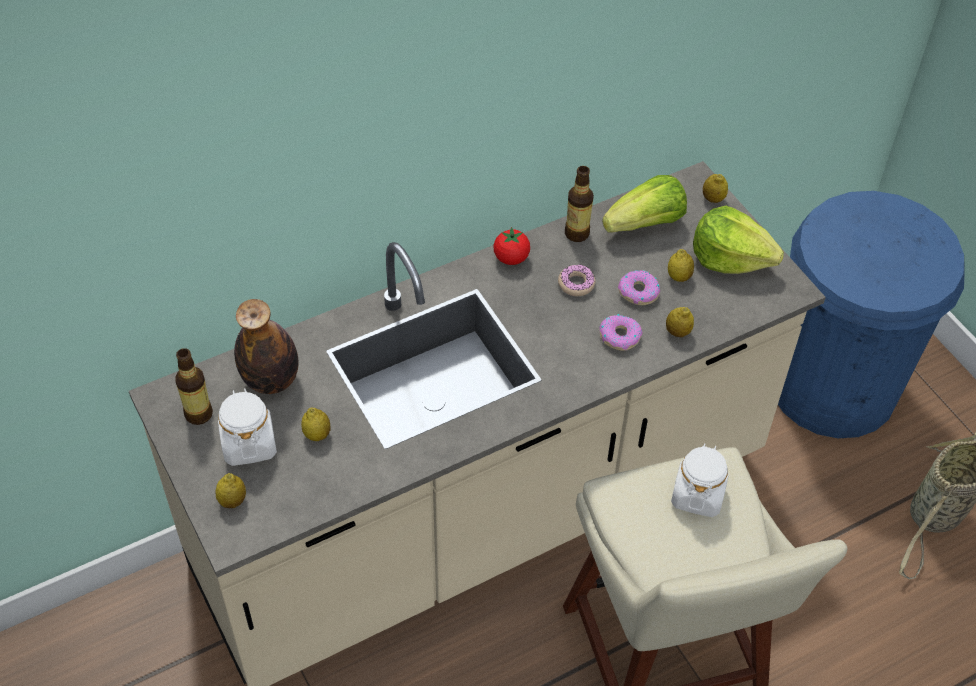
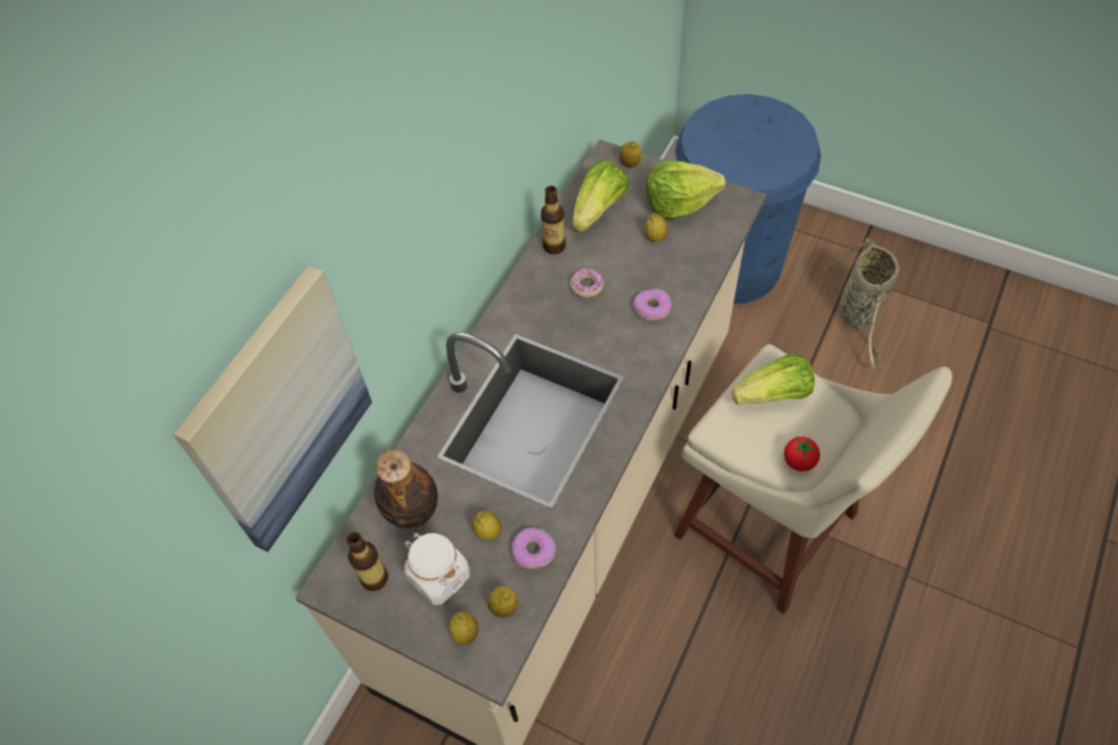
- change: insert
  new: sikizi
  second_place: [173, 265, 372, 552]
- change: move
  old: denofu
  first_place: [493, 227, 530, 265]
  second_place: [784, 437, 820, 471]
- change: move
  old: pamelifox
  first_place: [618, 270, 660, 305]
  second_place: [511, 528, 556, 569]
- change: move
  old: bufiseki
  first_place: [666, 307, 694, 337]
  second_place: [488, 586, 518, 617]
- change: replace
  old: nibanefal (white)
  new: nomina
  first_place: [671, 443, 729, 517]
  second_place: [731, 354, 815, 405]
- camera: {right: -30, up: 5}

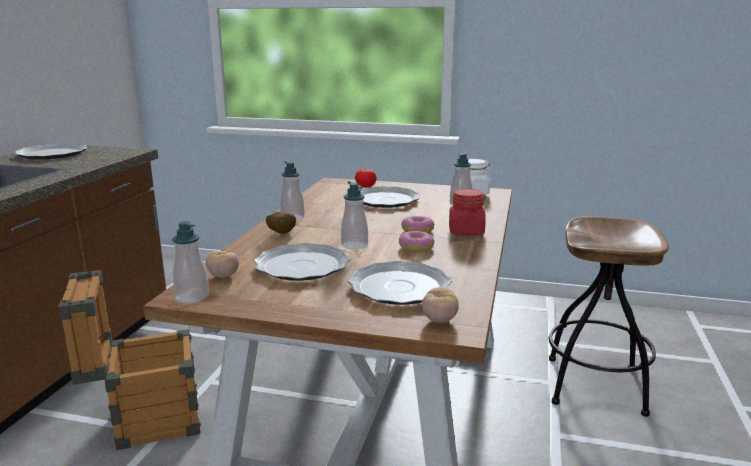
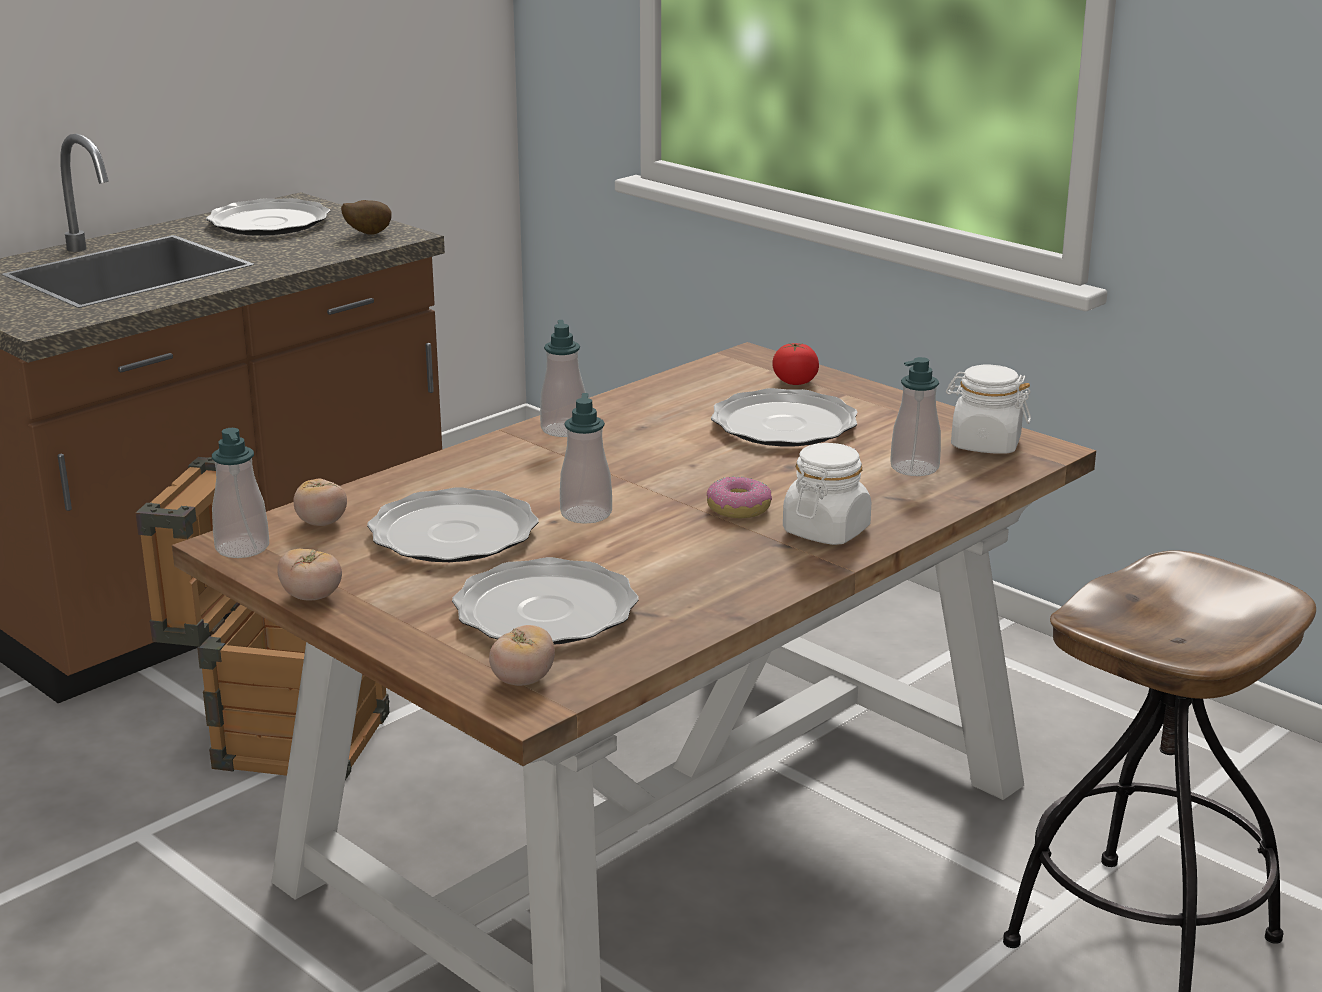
- change: delete
  old: pamelifox
  first_place: [399, 231, 435, 252]
- change: insert
  new: denofu
  second_place: [277, 549, 342, 600]
- change: move
  old: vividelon
  first_place: [266, 211, 296, 234]
  second_place: [341, 200, 392, 235]
- change: recolor
  old: nibanefal (red)
  new: nibanefal (white)
  first_place: [449, 189, 486, 235]
  second_place: [783, 443, 871, 545]
- camera: {right: 30, up: 5}

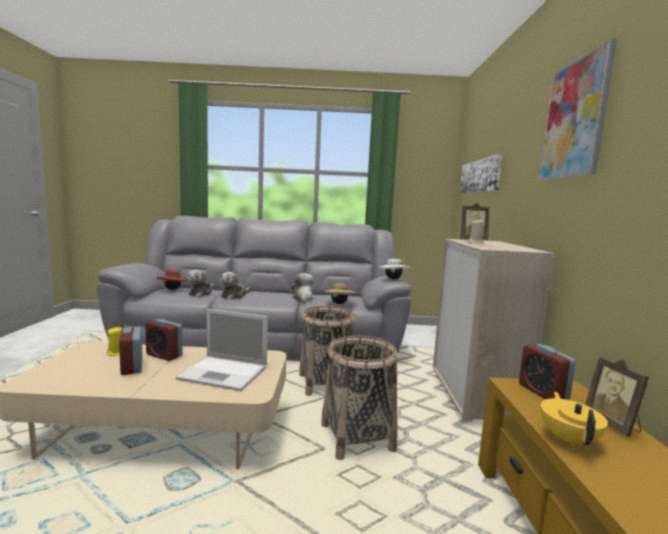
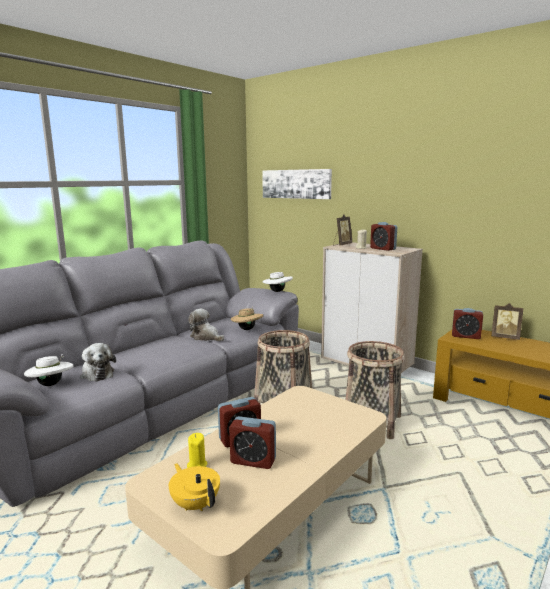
- change: delete
  old: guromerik
  first_place: [175, 309, 268, 391]
- change: delete
  old: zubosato
  first_place: [220, 272, 251, 299]
- change: delete
  old: sikizi
  first_place: [539, 38, 617, 181]
- change: insert
  new: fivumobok
  second_place: [370, 222, 397, 251]
- change: move
  old: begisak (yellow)
  first_place: [540, 392, 608, 448]
  second_place: [169, 463, 220, 511]
- change: recolor
  old: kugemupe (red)
  new: kugemupe (white)
  first_place: [157, 270, 188, 290]
  second_place: [24, 355, 74, 386]
- camera: {right: -50, up: 5}

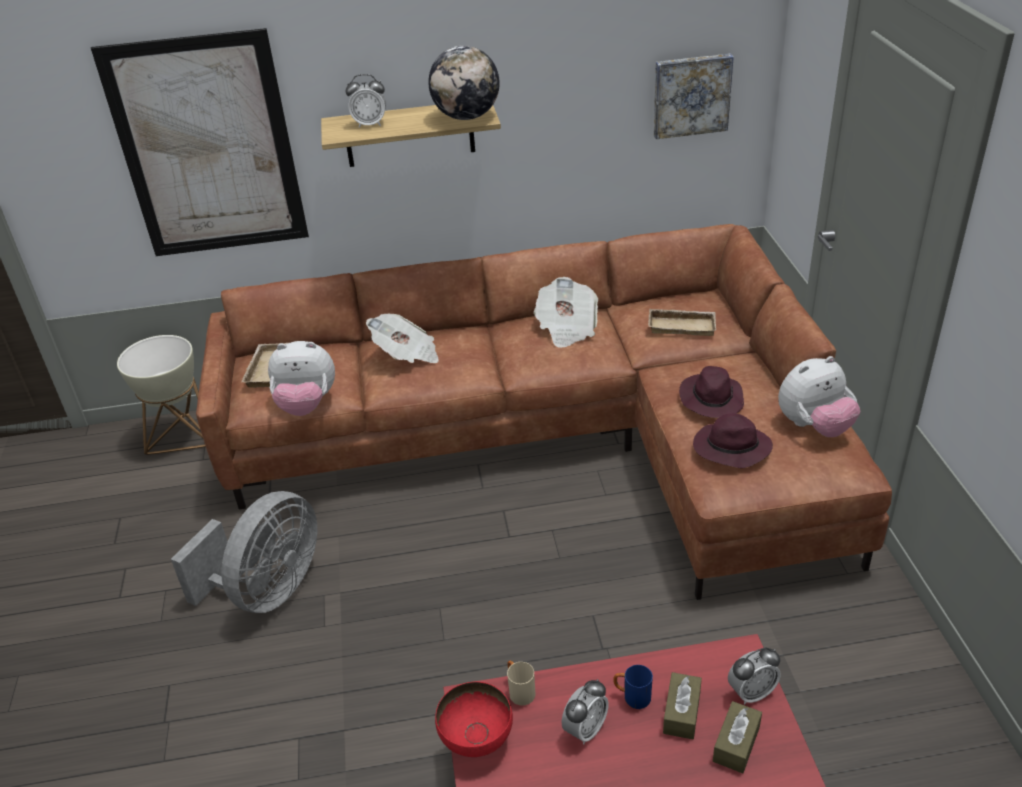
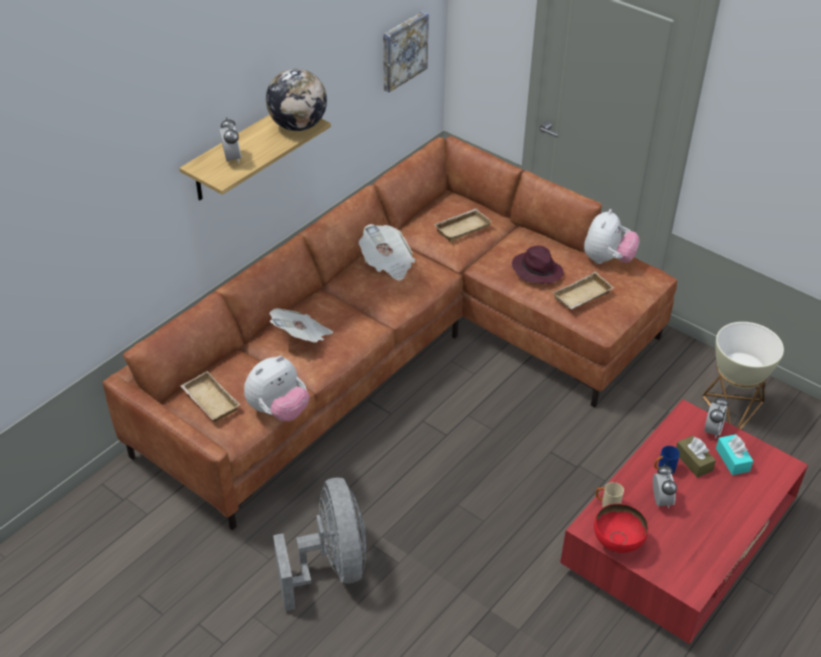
- change: delete
  old: sikizi
  first_place: [91, 28, 309, 256]
- change: move
  old: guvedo
  first_place: [117, 335, 206, 455]
  second_place: [703, 322, 784, 429]
- change: replace
  old: kugemupe (purple)
  new: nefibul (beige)
  first_place: [693, 413, 773, 468]
  second_place: [553, 271, 614, 310]
- change: recolor
  old: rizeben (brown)
  new: rizeben (turquoise)
  first_place: [713, 701, 762, 773]
  second_place: [716, 434, 753, 475]
- change: rotate
  old: fivumobok
  first_place: [346, 74, 386, 128]
  second_place: [219, 117, 242, 163]
  degrees: -60
- camera: {right: -45, up: 5}

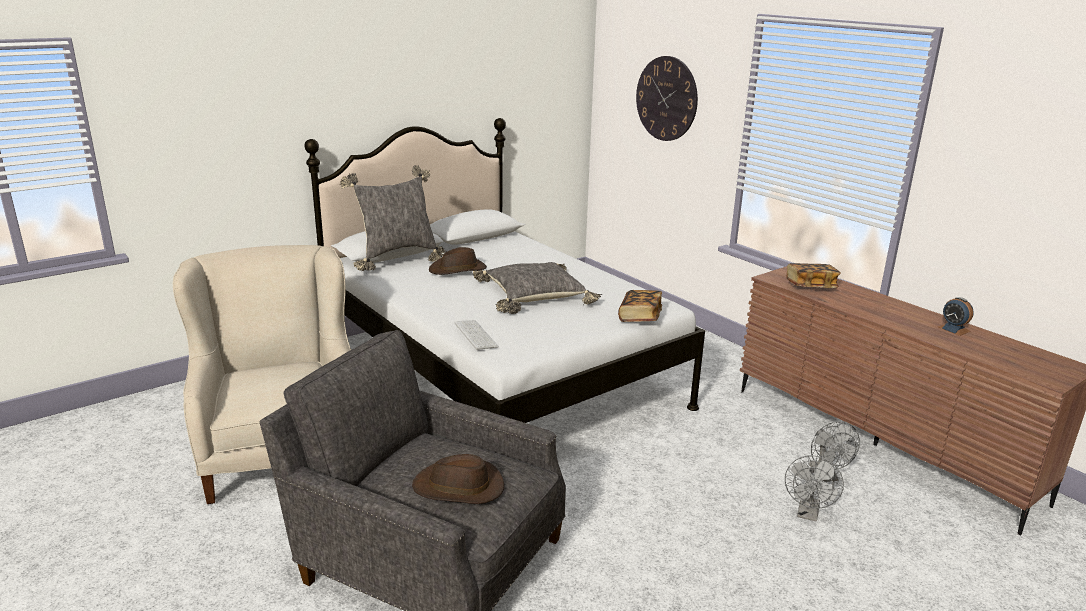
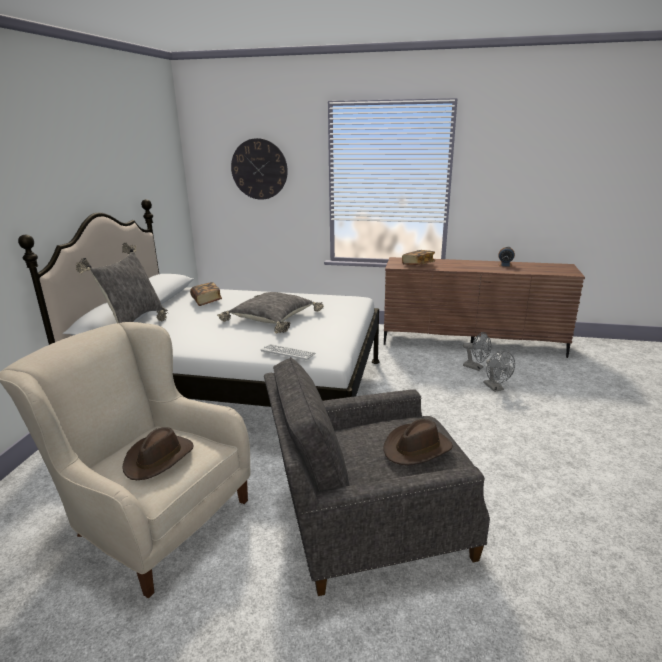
- change: move
  old: kugemupe (brown)
  first_place: [429, 247, 487, 275]
  second_place: [123, 427, 194, 480]
- change: move
  old: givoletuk
  first_place: [618, 290, 662, 322]
  second_place: [190, 282, 222, 306]
- camera: {right: -40, up: 0}

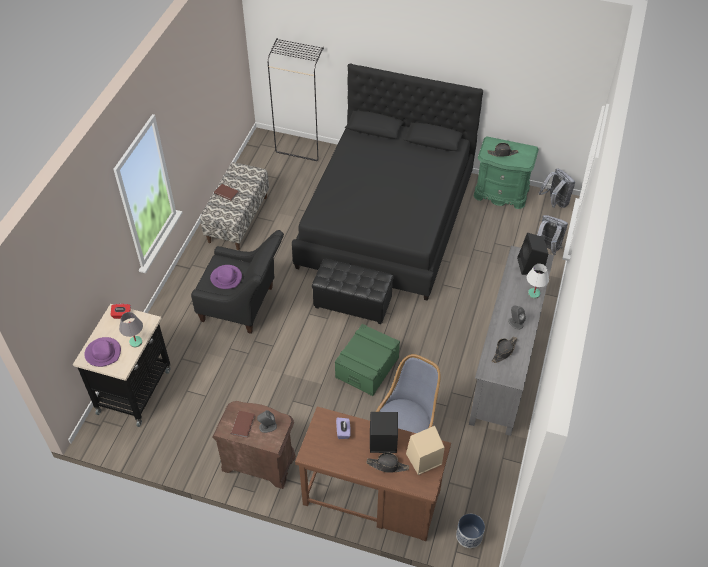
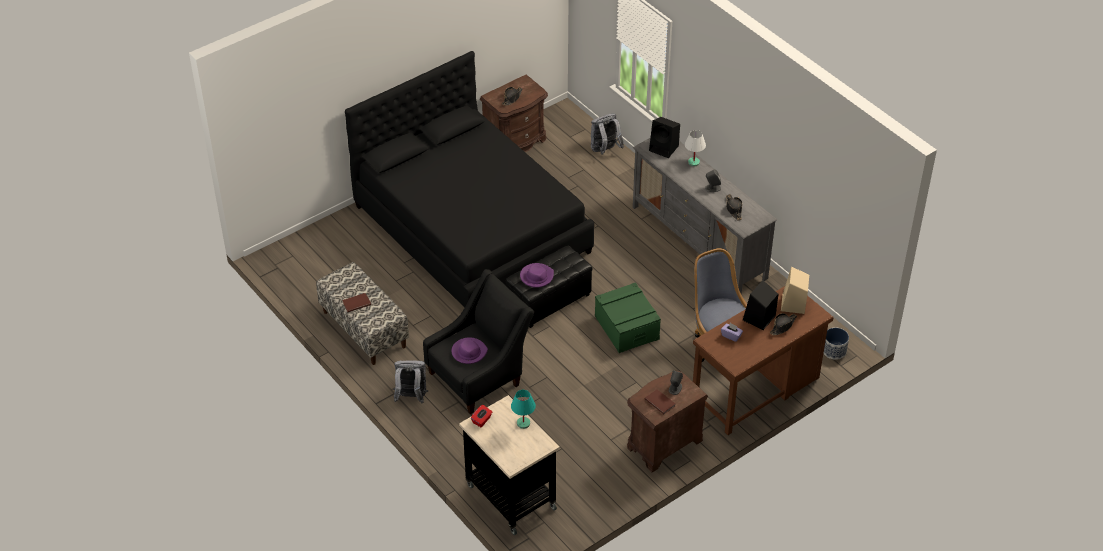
- change: delete
  old: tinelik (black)
  first_place: [268, 38, 324, 161]
- change: move
  old: kugemupe (purple)
  first_place: [84, 337, 121, 367]
  second_place: [520, 263, 554, 288]
- change: move
  old: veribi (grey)
  first_place: [539, 168, 575, 208]
  second_place: [393, 360, 428, 404]
- change: recolor
  old: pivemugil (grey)
  new: pivemugil (turquoise)
  first_place: [119, 312, 143, 347]
  second_place: [511, 390, 536, 429]
- change: recolor
  old: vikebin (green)
  new: vikebin (brown)
  first_place: [474, 136, 539, 209]
  second_place: [480, 74, 548, 152]
- camera: {right: -55, up: -5}

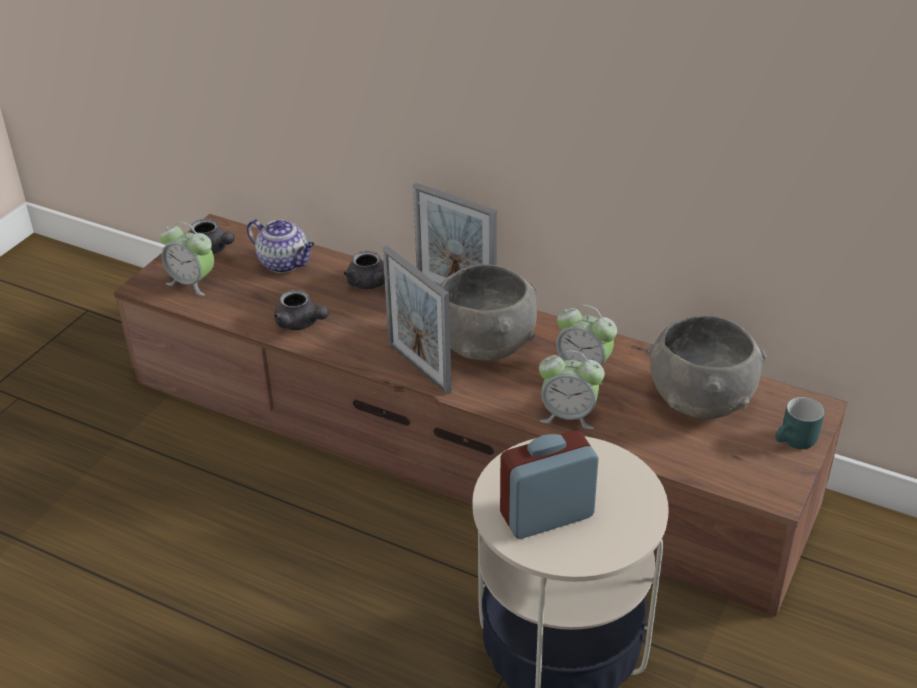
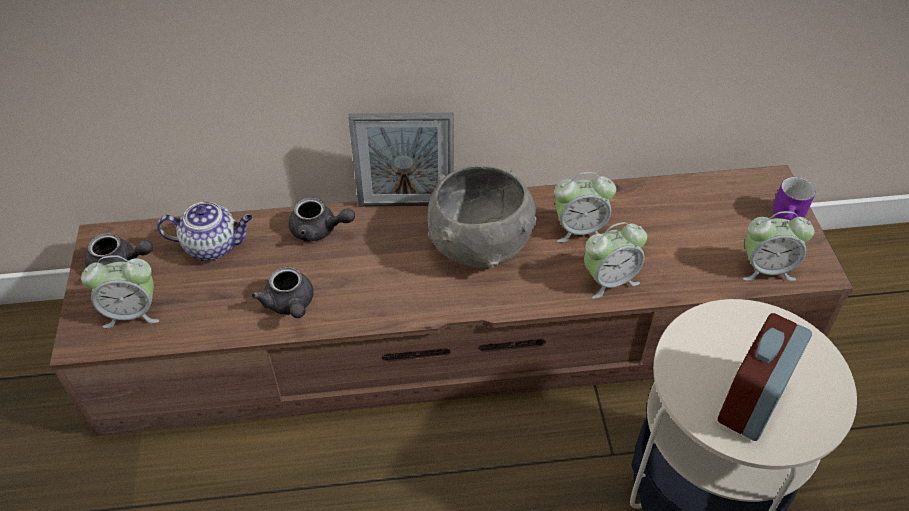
- change: delete
  old: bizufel
  first_place: [383, 246, 452, 394]
- change: delete
  old: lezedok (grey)
  first_place: [647, 315, 767, 419]
- change: insert
  new: fivumobok
  second_place: [743, 211, 815, 281]
- change: recolor
  old: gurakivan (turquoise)
  new: gurakivan (purple)
  first_place: [775, 397, 825, 449]
  second_place: [773, 177, 816, 221]
- change: rotate
  old: begisak (grey)
  first_place: [274, 290, 329, 330]
  second_place: [252, 267, 313, 318]
  degrees: 60
- camera: {right: -35, up: 10}

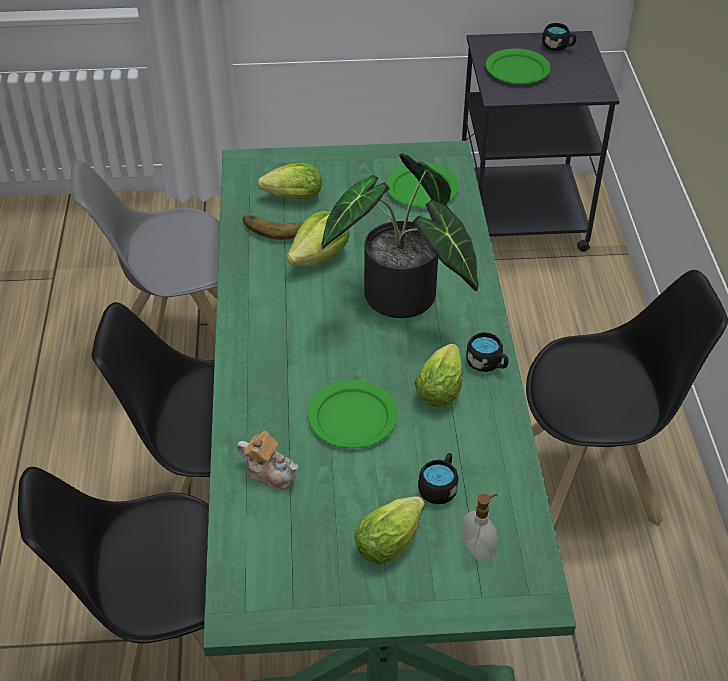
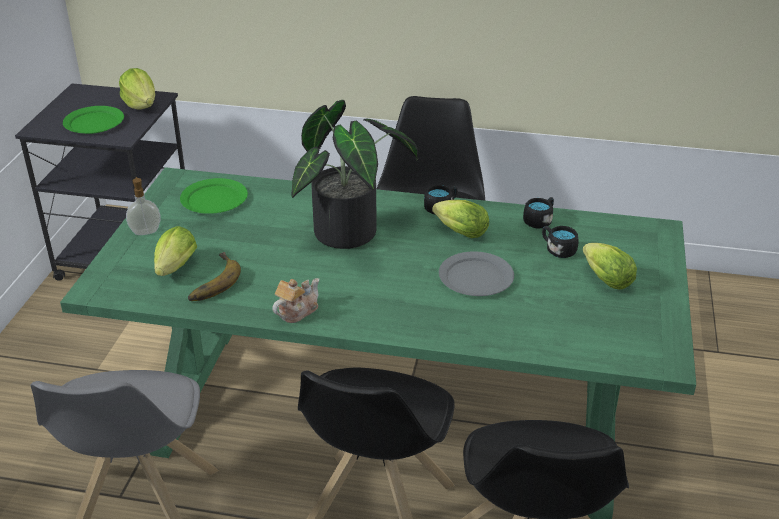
- change: move
  old: begisak
  first_place: [237, 431, 298, 490]
  second_place: [272, 278, 319, 323]
- change: move
  old: nomina
  first_place: [287, 211, 350, 266]
  second_place: [119, 68, 155, 109]
- change: move
  old: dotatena
  first_place: [461, 494, 498, 561]
  second_place: [126, 177, 160, 235]
- change: move
  old: gurakivan (black)
  first_place: [542, 23, 576, 51]
  second_place: [523, 197, 554, 229]
- change: recolor
  old: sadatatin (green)
  new: sadatatin (grey)
  first_place: [308, 380, 397, 448]
  second_place: [439, 252, 514, 296]
- camera: {right: -75, up: -10}

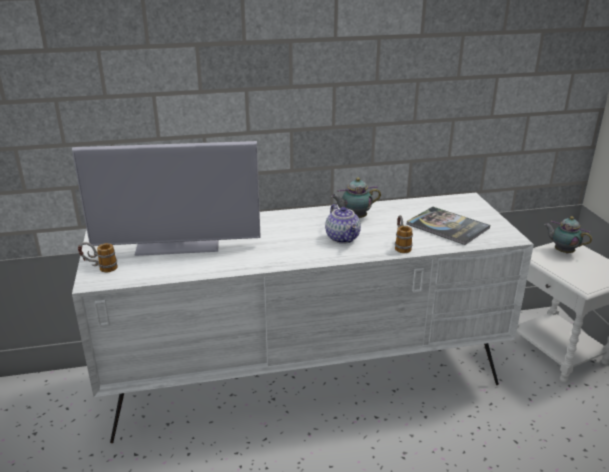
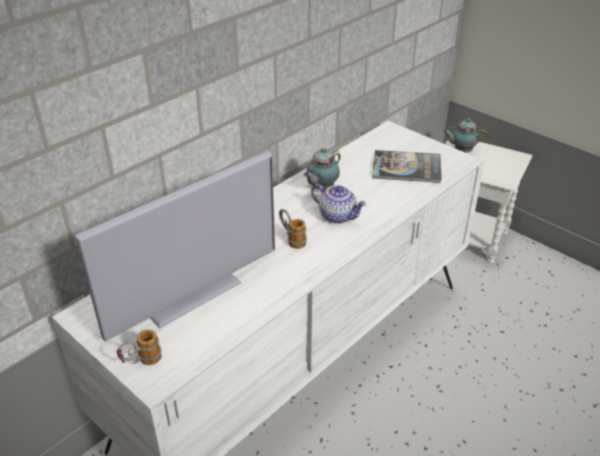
- change: move
  old: gurakivan
  first_place: [395, 215, 413, 253]
  second_place: [279, 209, 307, 249]
- camera: {right: -35, up: 10}

